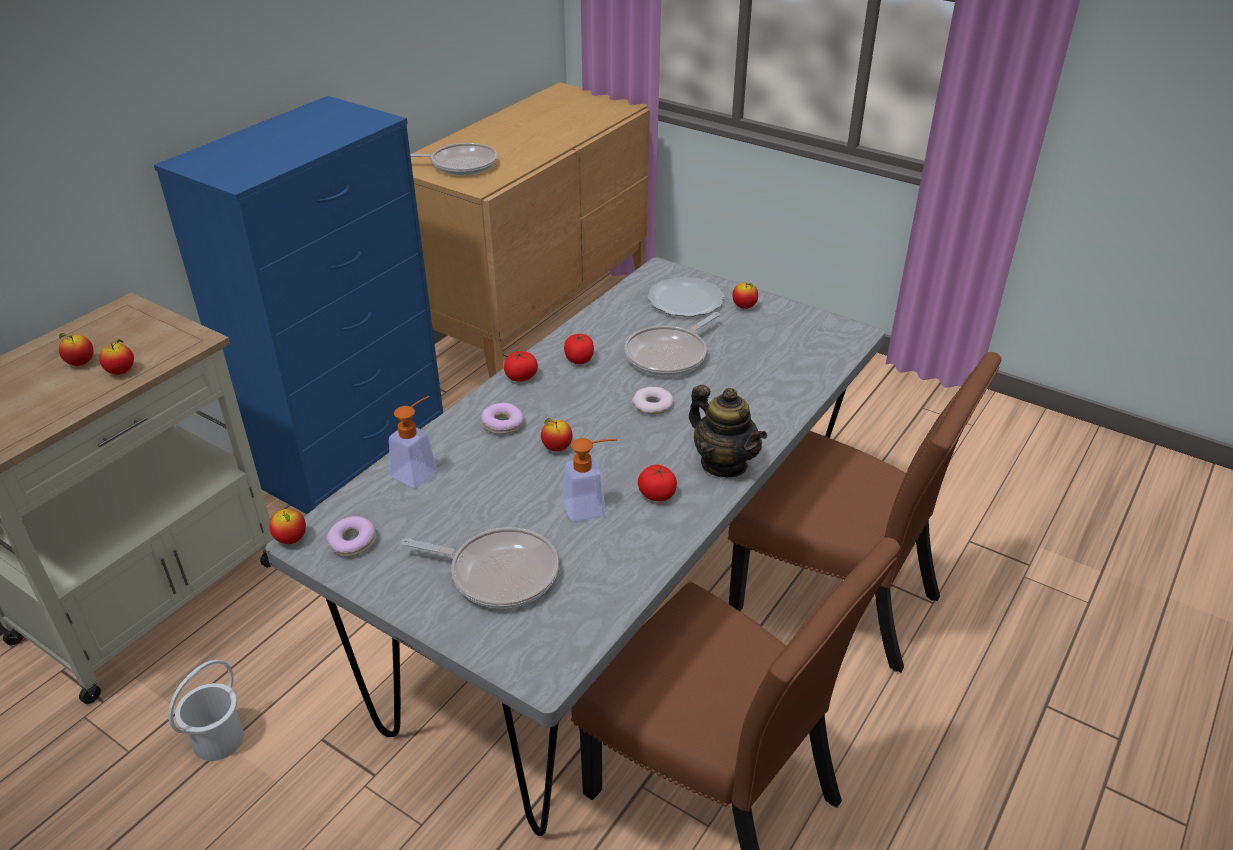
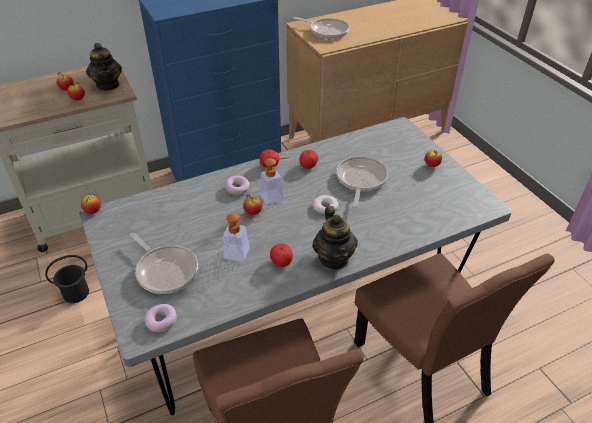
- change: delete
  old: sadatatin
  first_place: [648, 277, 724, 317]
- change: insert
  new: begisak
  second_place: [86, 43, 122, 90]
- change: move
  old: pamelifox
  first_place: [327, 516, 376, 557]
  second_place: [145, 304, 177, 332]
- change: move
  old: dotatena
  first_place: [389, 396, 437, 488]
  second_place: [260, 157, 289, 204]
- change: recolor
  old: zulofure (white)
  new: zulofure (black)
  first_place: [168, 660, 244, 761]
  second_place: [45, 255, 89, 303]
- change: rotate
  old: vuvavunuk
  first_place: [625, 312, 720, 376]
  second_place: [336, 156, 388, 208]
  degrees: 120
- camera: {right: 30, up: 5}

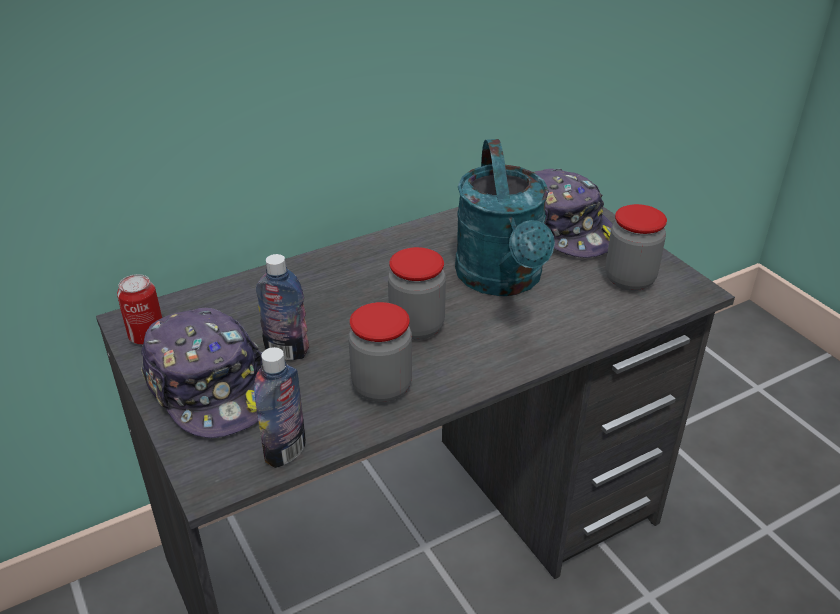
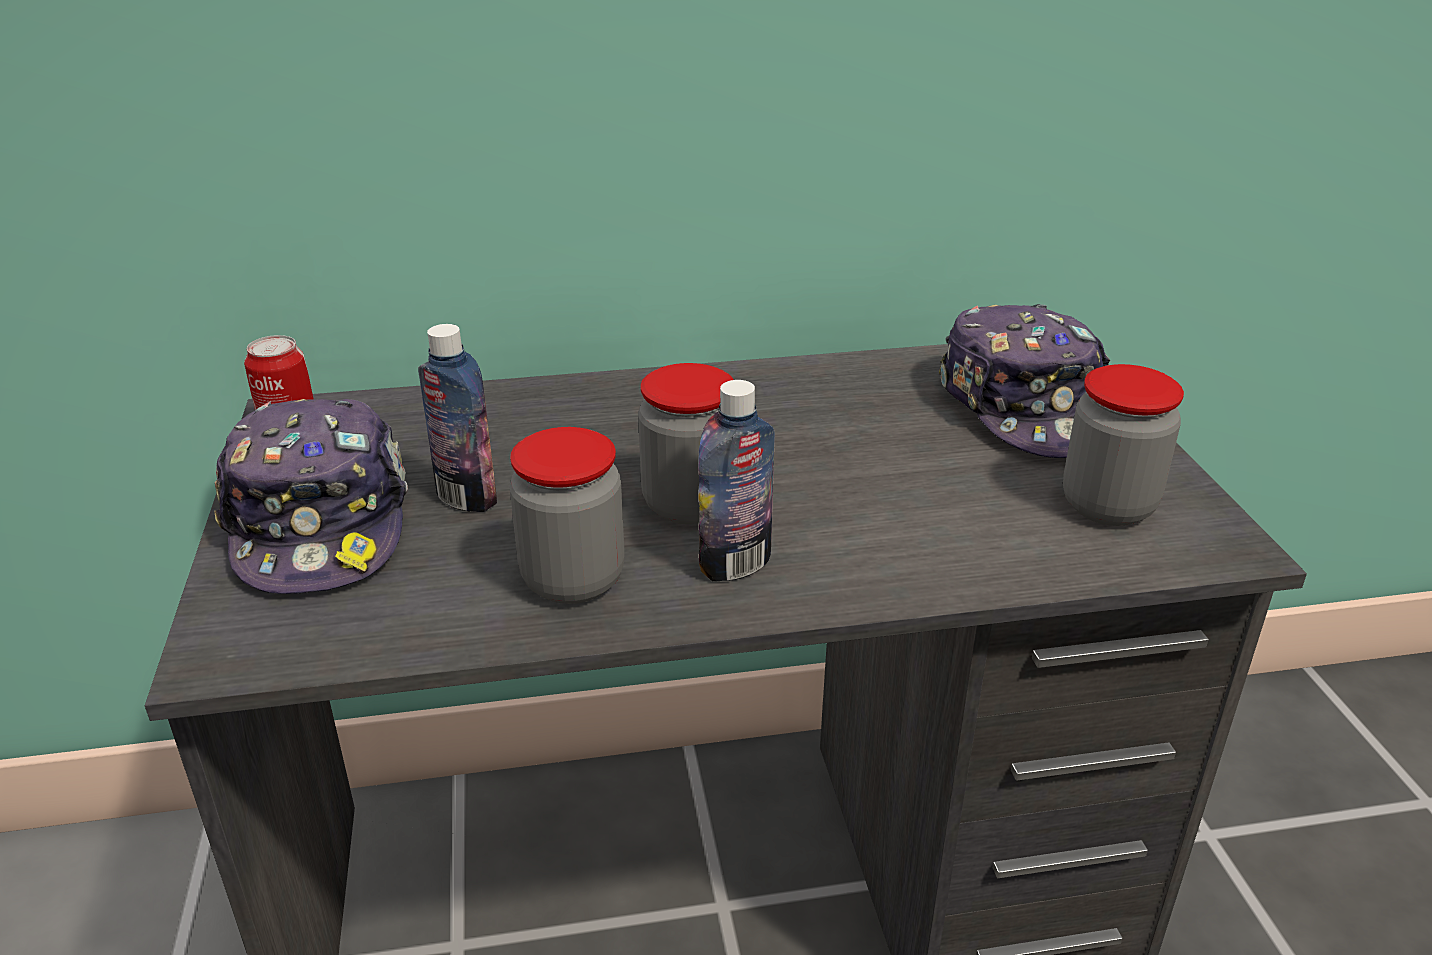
- change: delete
  old: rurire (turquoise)
  first_place: [455, 139, 555, 296]
- change: move
  old: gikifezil
  first_place: [254, 347, 306, 468]
  second_place: [698, 380, 775, 582]
- camera: {right: 20, up: -5}

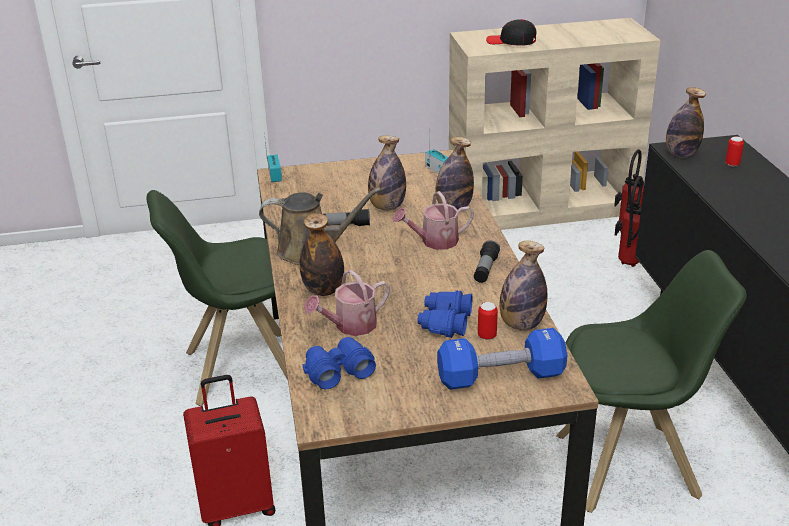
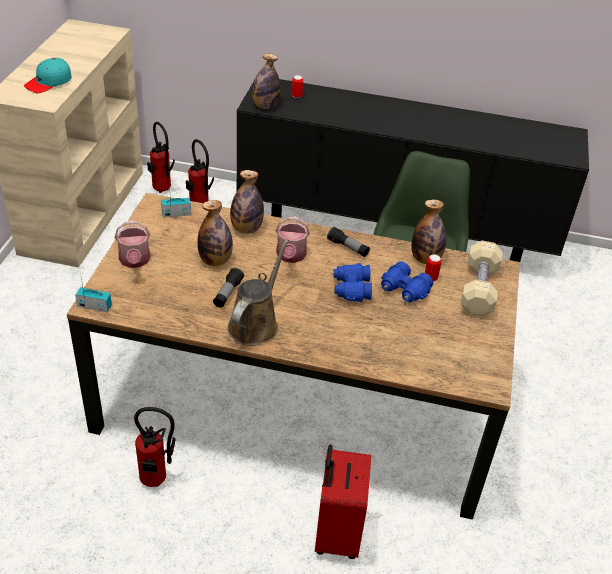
- change: delete
  old: gikifezil
  first_place: [300, 213, 344, 296]
- change: move
  old: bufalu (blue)
  first_place: [302, 337, 376, 389]
  second_place: [333, 263, 372, 302]
- change: move
  old: rurire
  first_place: [304, 270, 390, 336]
  second_place: [115, 220, 150, 268]
- change: replace
  old: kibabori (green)
  new: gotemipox
  first_place: [146, 190, 288, 406]
  second_place: [134, 407, 175, 487]
- change: recolor
  old: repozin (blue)
  new: repozin (beige)
  first_place: [437, 328, 567, 390]
  second_place: [461, 241, 503, 316]
- change: recolor
  old: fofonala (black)
  new: fofonala (turquoise)
  first_place: [486, 19, 537, 46]
  second_place: [24, 58, 72, 93]
- camera: {right: -70, up: 10}

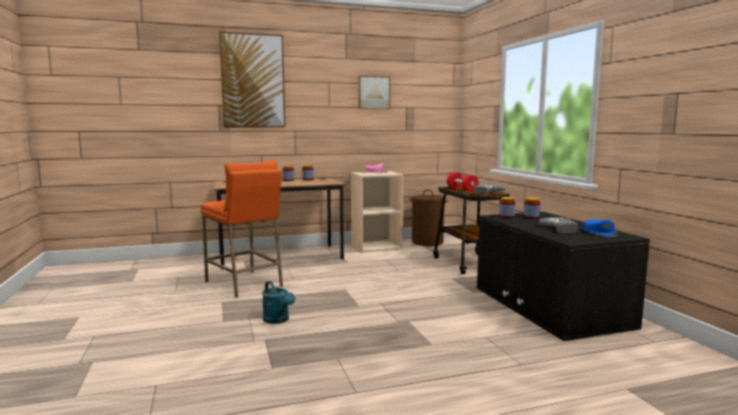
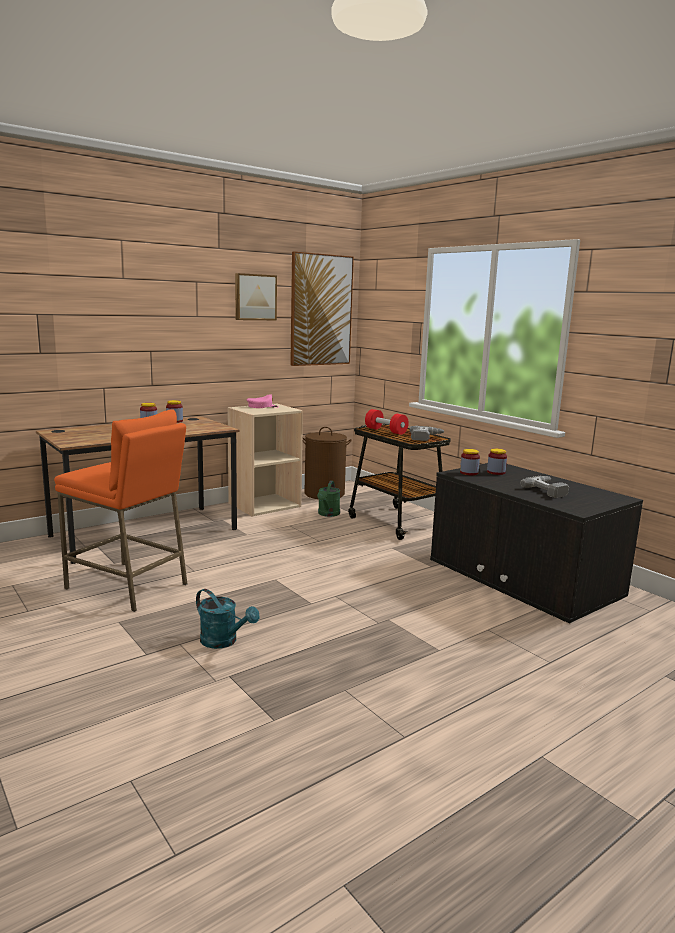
- change: delete
  old: fofonala (blue)
  first_place: [583, 220, 619, 237]
- change: insert
  new: rurire (green)
  second_place: [317, 481, 340, 517]
- change: move
  old: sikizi
  first_place: [219, 31, 285, 128]
  second_place: [290, 251, 354, 366]
- camera: {right: -20, up: 5}

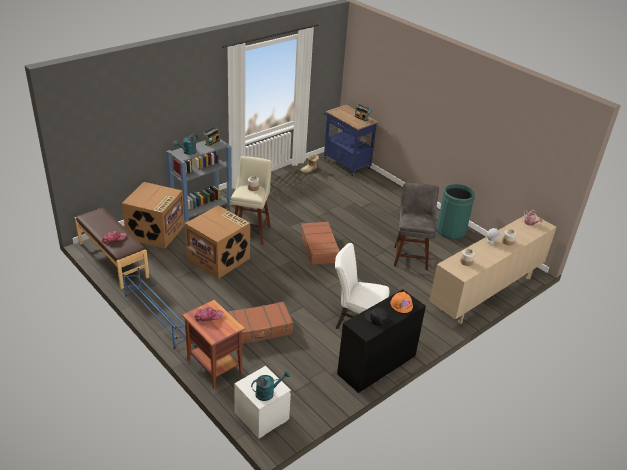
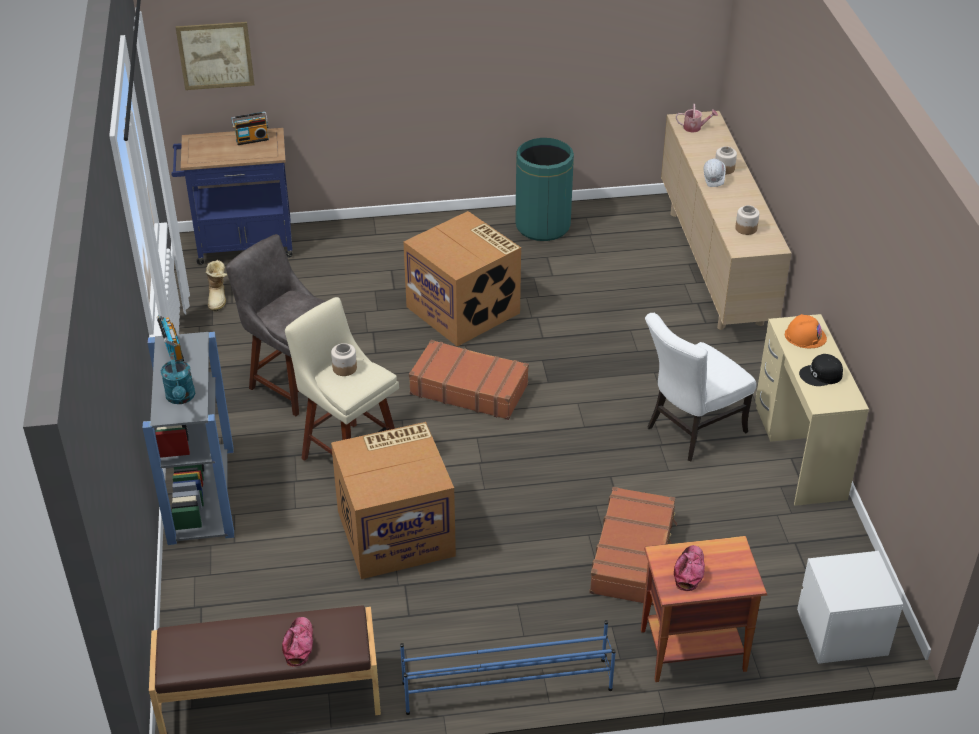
- change: delete
  old: rurire (turquoise)
  first_place: [251, 370, 290, 401]
- change: insert
  new: sikizi
  second_place: [176, 22, 254, 90]
- change: move
  old: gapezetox
  first_place: [122, 182, 185, 249]
  second_place: [403, 211, 521, 347]
- change: move
  old: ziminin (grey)
  first_place: [394, 183, 439, 270]
  second_place: [226, 234, 326, 416]
- change: recolor
  old: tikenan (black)
  new: tikenan (beige)
  first_place: [337, 289, 426, 393]
  second_place: [755, 314, 869, 506]
- camera: {right: -55, up: 5}

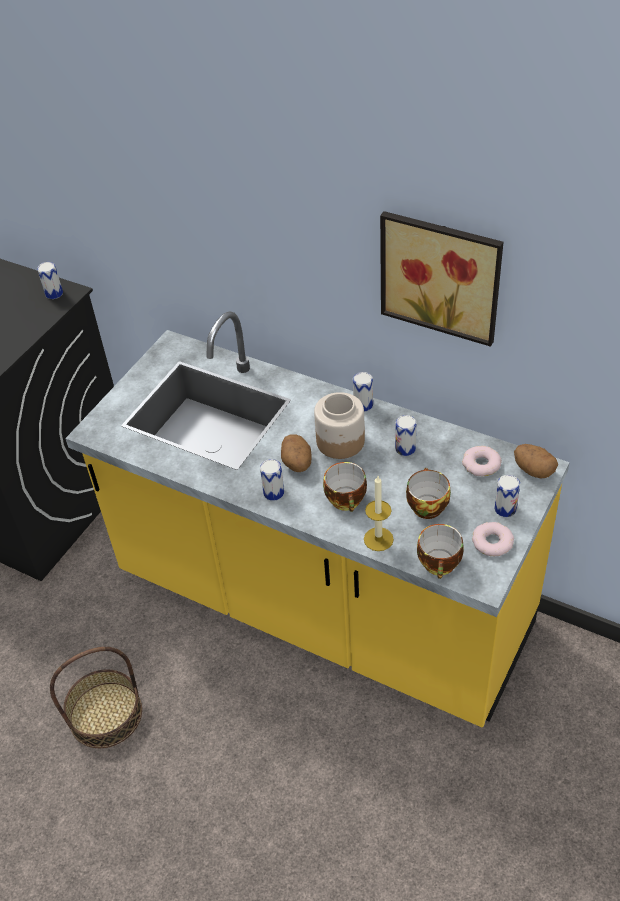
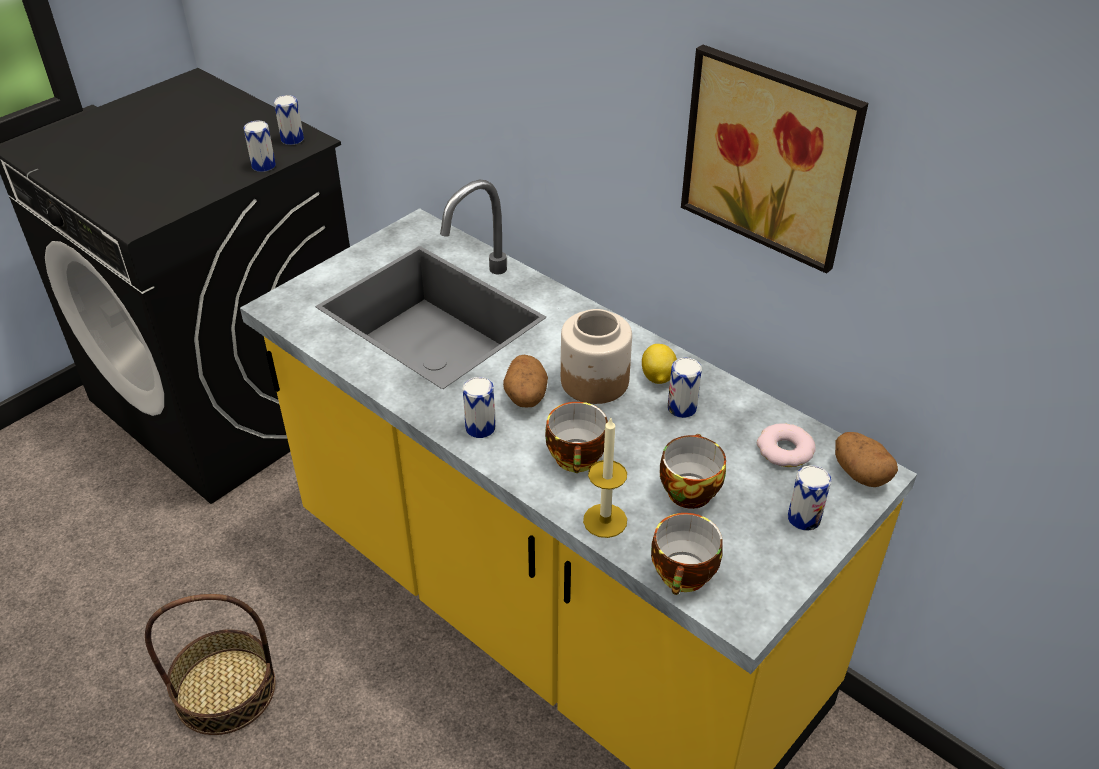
- change: delete
  old: pamelifox
  first_place: [472, 522, 514, 556]
- change: insert
  new: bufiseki
  second_place: [642, 344, 677, 384]
- change: move
  old: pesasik
  first_place: [353, 372, 373, 412]
  second_place: [243, 121, 276, 172]
- camera: {right: 10, up: -5}

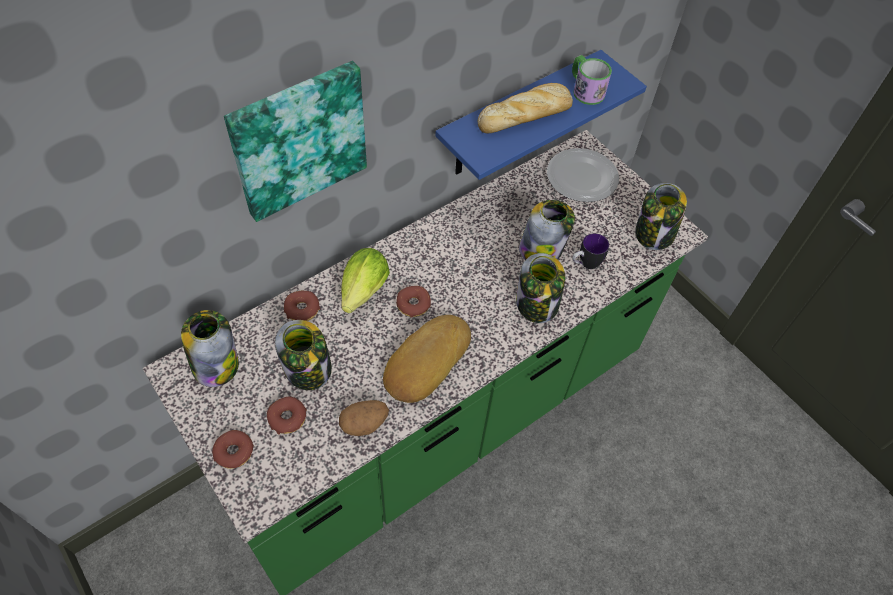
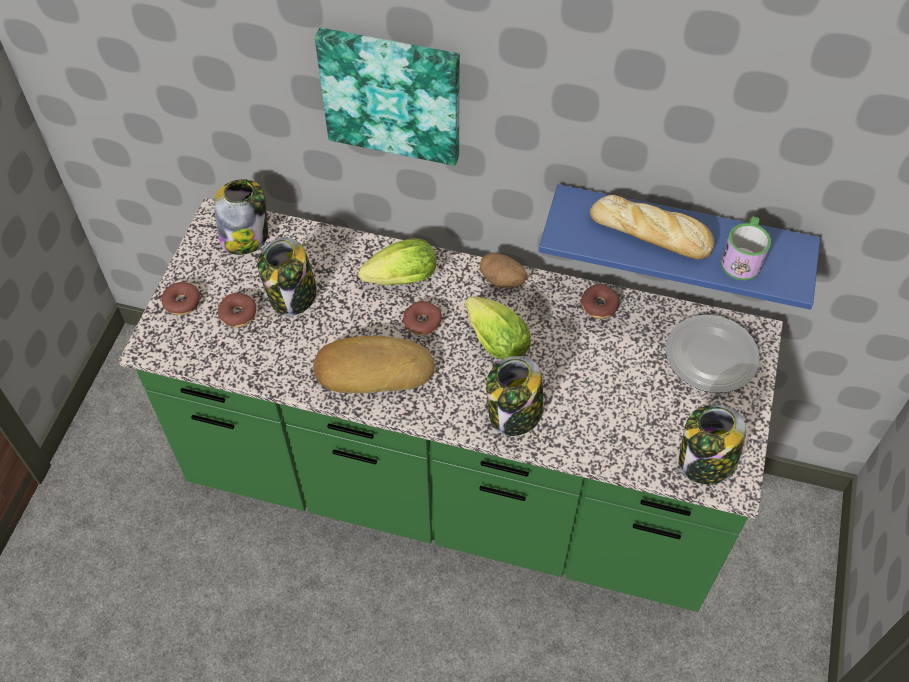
- change: delete
  old: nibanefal
  first_place: [519, 200, 575, 260]
- change: delete
  old: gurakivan
  first_place: [572, 233, 609, 269]
- change: insert
  new: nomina
  second_place: [465, 296, 531, 360]
- change: move
  old: pamelifox
  first_place: [284, 291, 320, 321]
  second_place: [580, 284, 620, 319]
- change: move
  old: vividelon
  first_place: [339, 400, 389, 436]
  second_place: [479, 252, 528, 288]
- camera: {right: 55, up: 0}

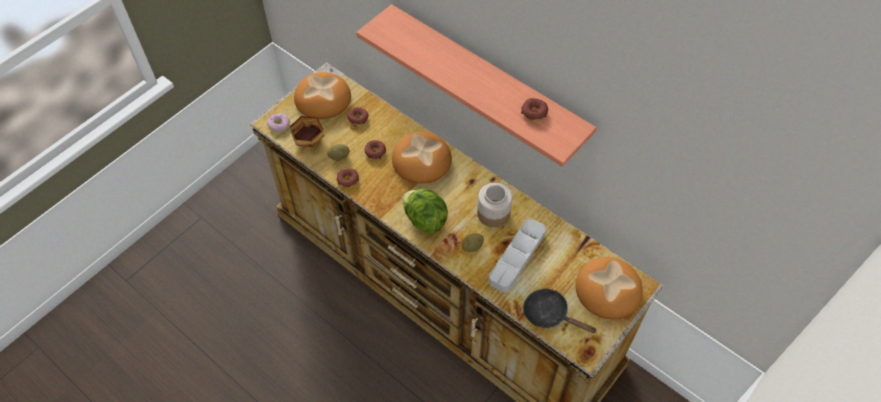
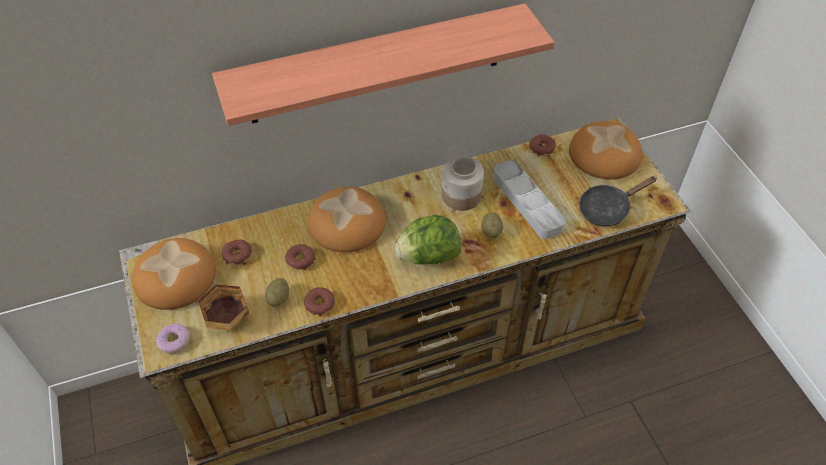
- change: move
  old: pamelifox
  first_place: [521, 98, 548, 121]
  second_place: [529, 134, 556, 156]
- camera: {right: -60, up: -5}

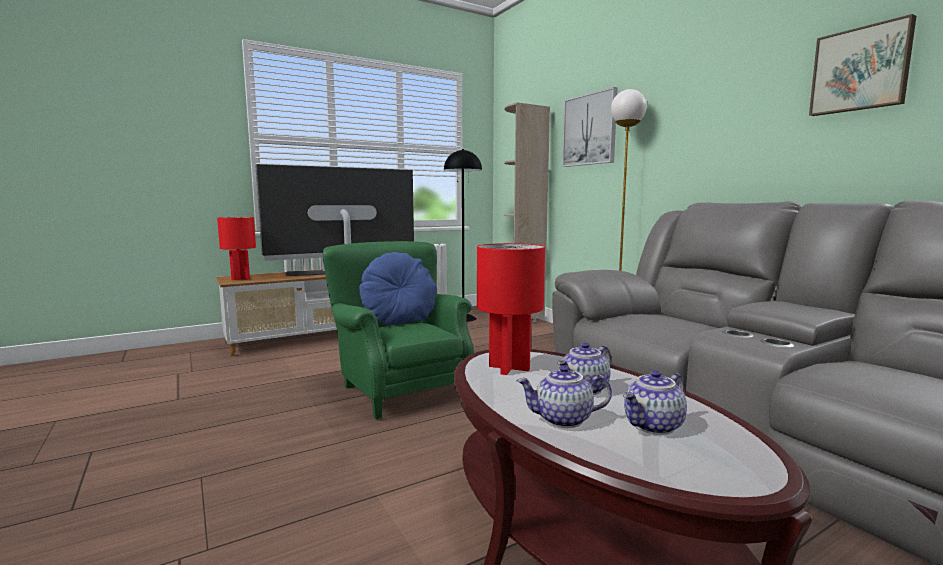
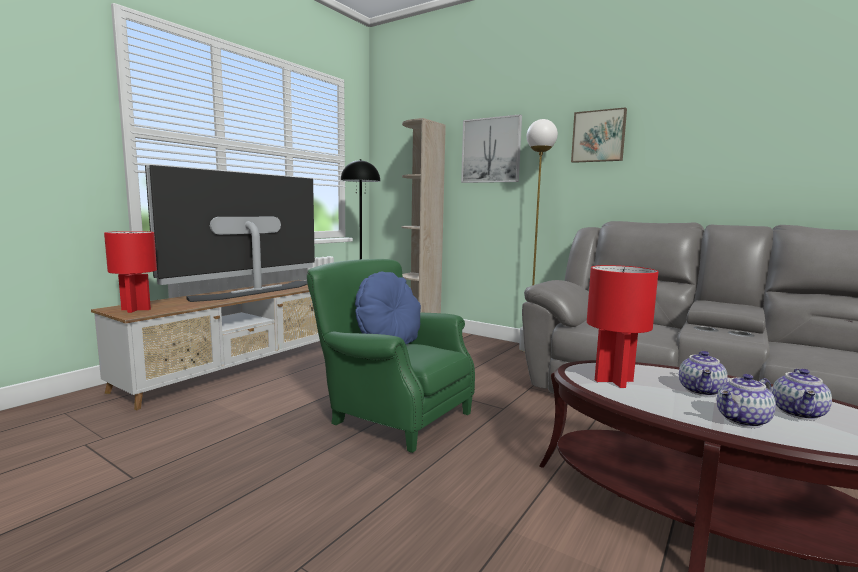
- change: move
  old: sikizi
  first_place: [809, 14, 916, 116]
  second_place: [571, 107, 627, 163]
- camera: {right: -25, up: 0}

